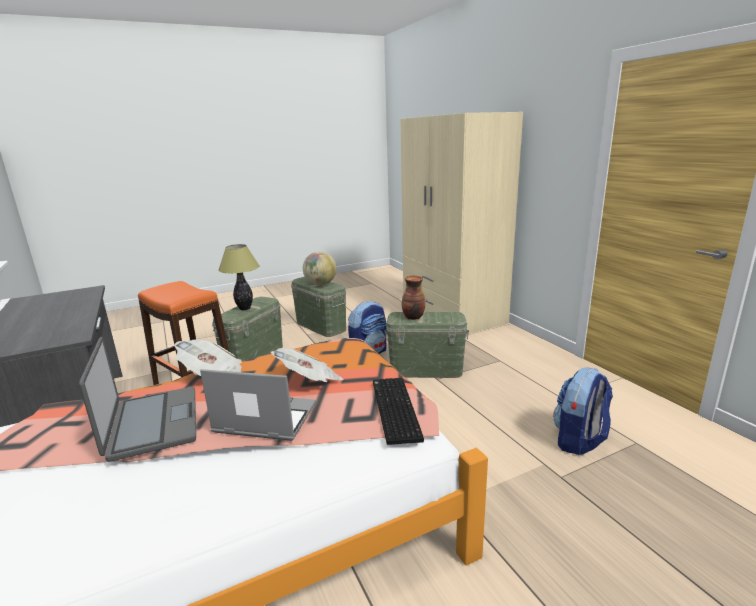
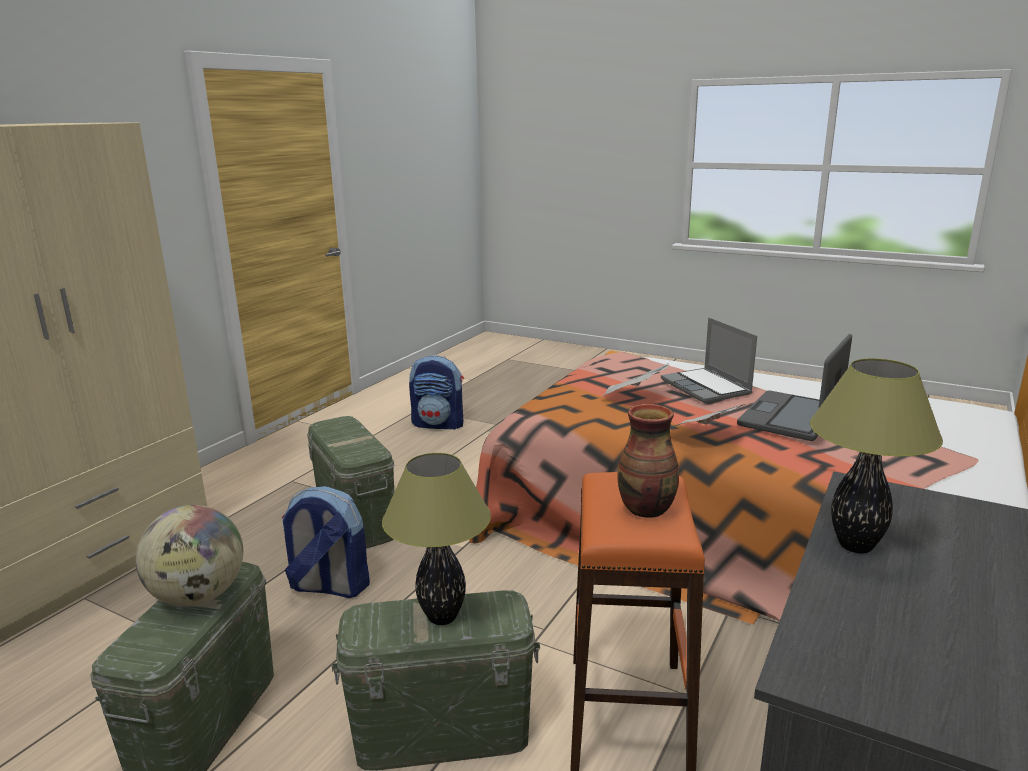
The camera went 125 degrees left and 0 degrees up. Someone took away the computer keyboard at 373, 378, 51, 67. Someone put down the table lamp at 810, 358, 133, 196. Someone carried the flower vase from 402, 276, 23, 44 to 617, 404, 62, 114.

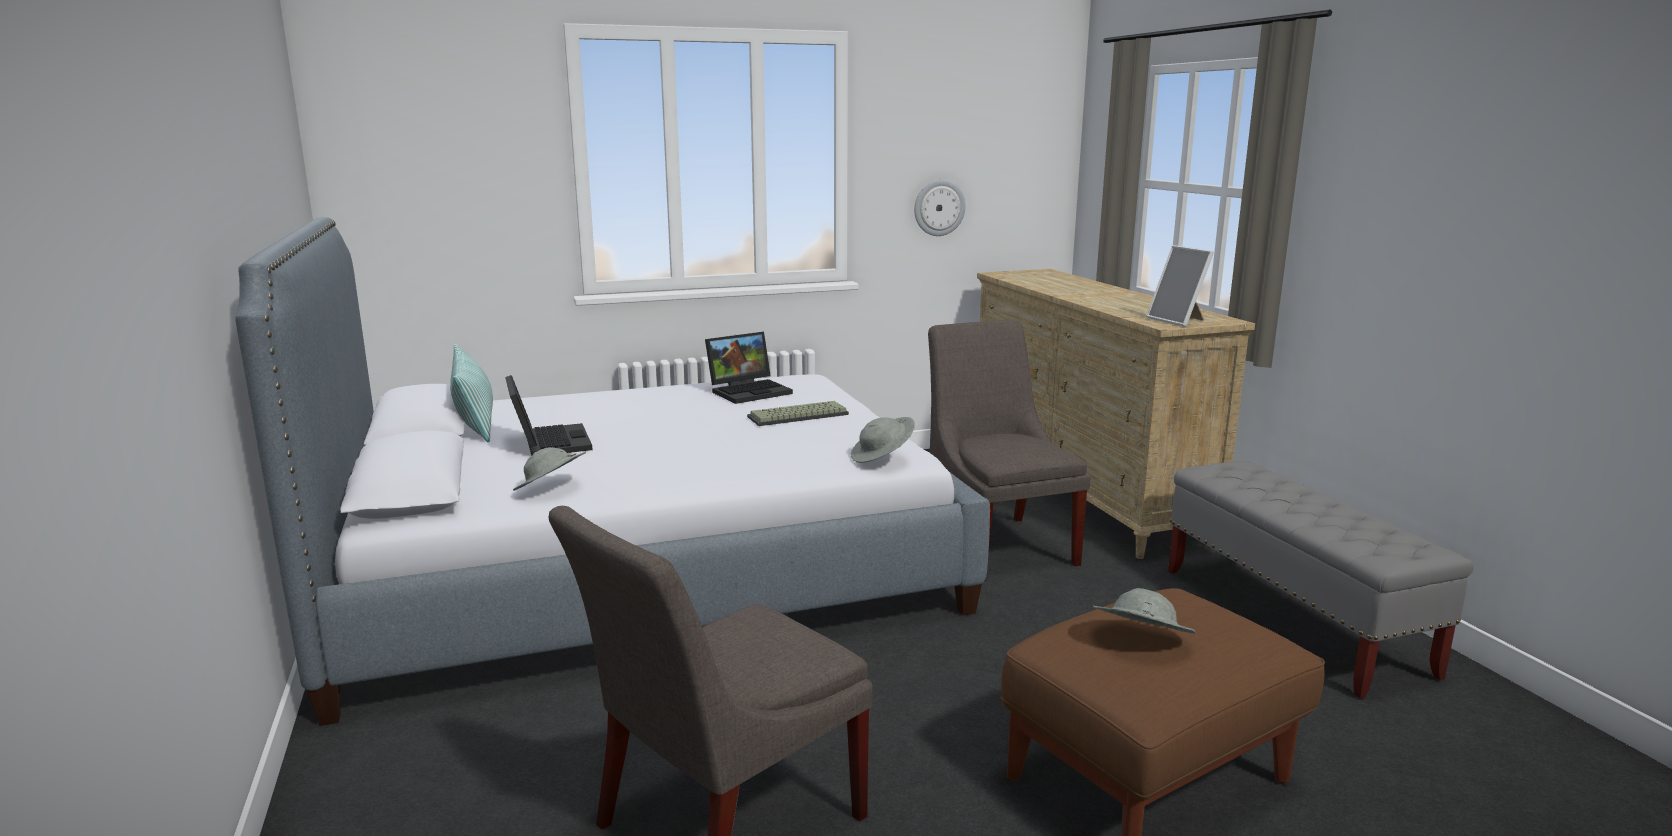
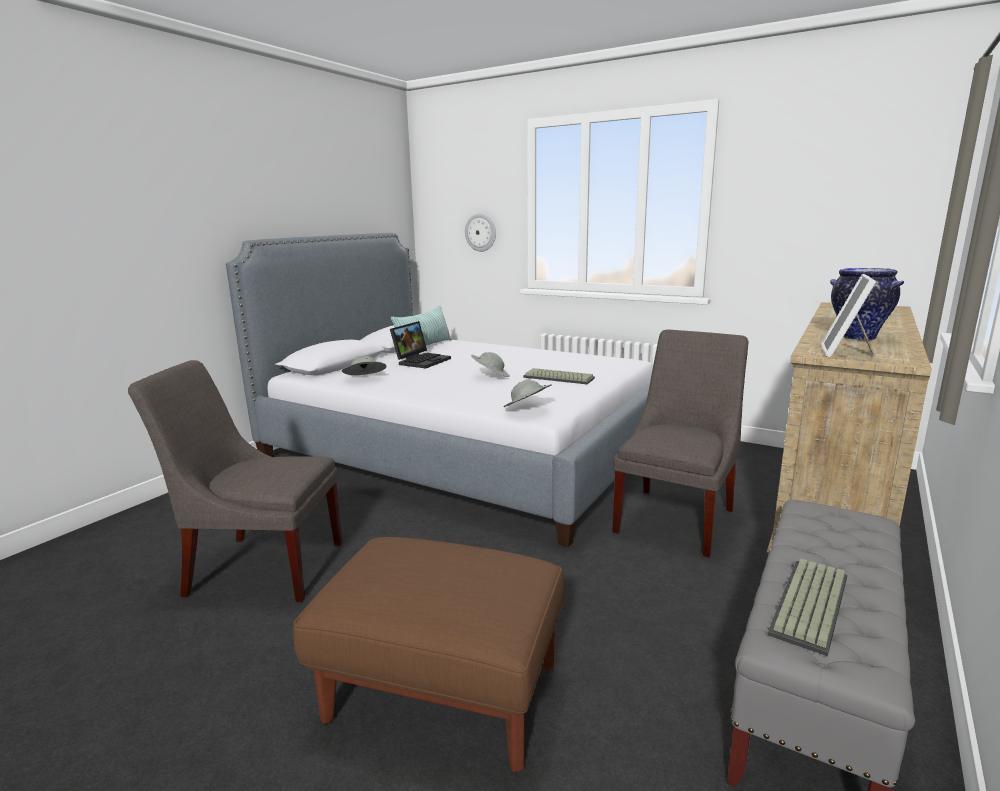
The camera went 50 degrees right and 0 degrees up. Someone took away the laptop at 705, 332, 88, 72. Someone put down the computer keyboard at 768, 559, 79, 97. Someone put down the flower vase at 830, 268, 74, 72. Someone carried the hanging clock from 914, 179, 52, 57 to 465, 214, 31, 38. Someone carried the hat (gray) from 1093, 588, 103, 46 to 471, 352, 39, 25.

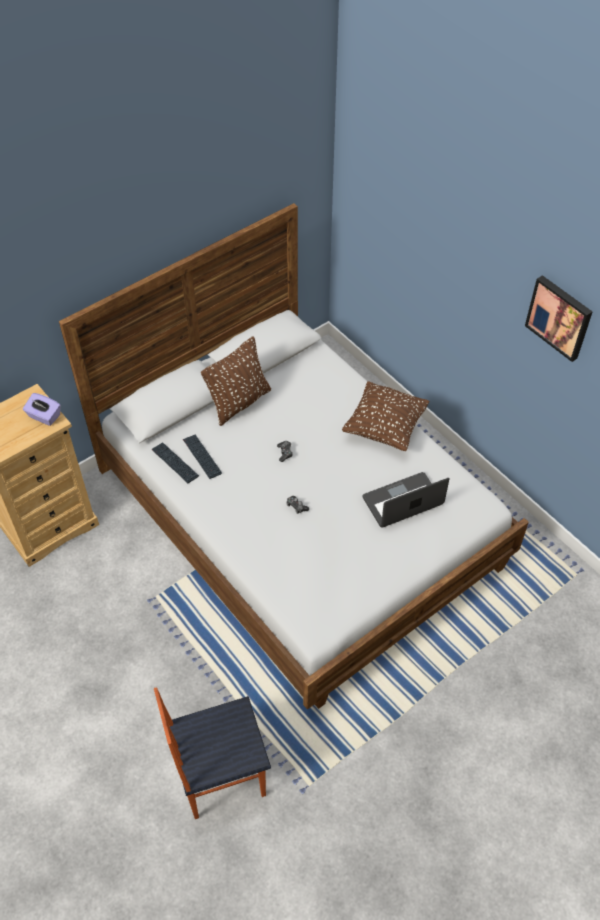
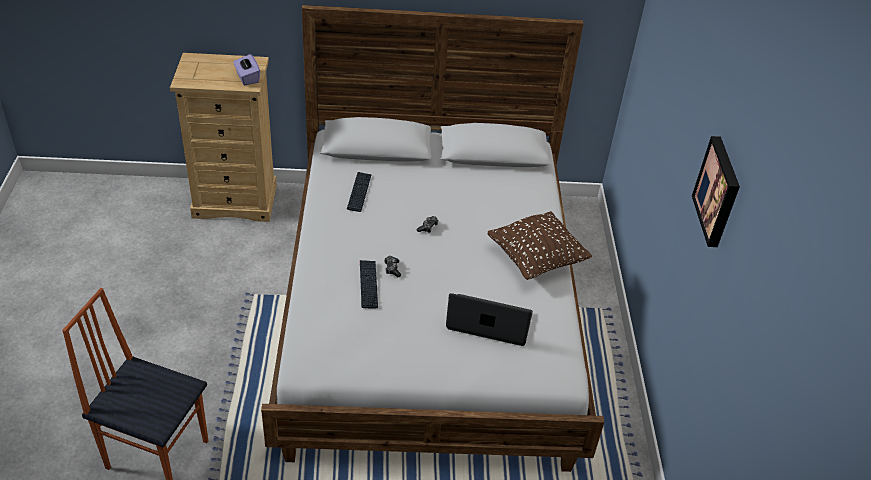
The camera went 35 degrees right and 10 degrees down. Someone took away the throw pillow (brown-coloured) at 201, 336, 70, 90. Someone carried the computer keyboard from 152, 442, 47, 41 to 360, 260, 18, 49.

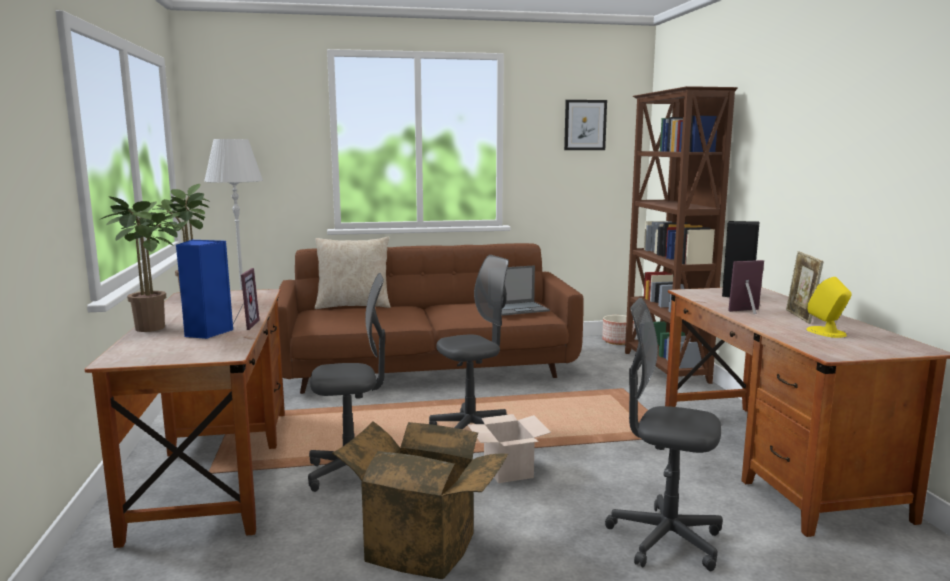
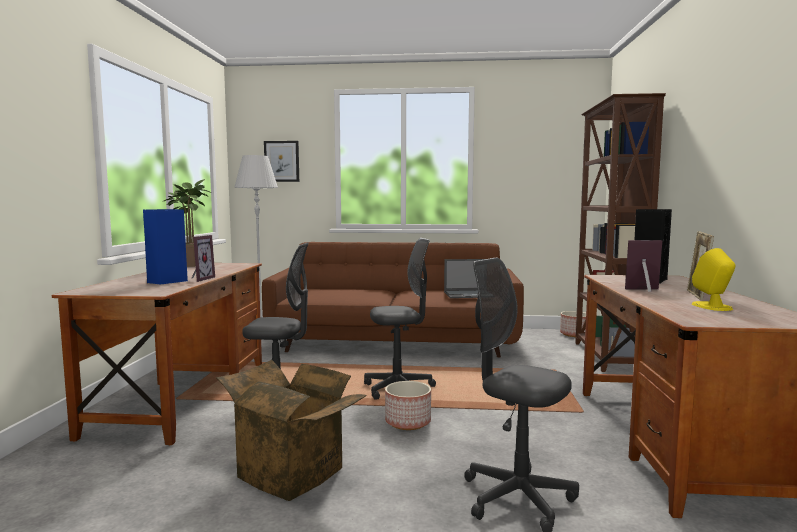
The camera went 15 degrees right and 5 degrees down. Someone took away the houseplant at 99, 196, 84, 136. Someone took away the throw pillow (sand-coloured) at 315, 237, 76, 72. Someone carried the wall picture from 564, 100, 43, 50 to 264, 141, 35, 41. Someone swapped the packing box at 467, 414, 84, 69 for the flower pot at 385, 381, 46, 49.

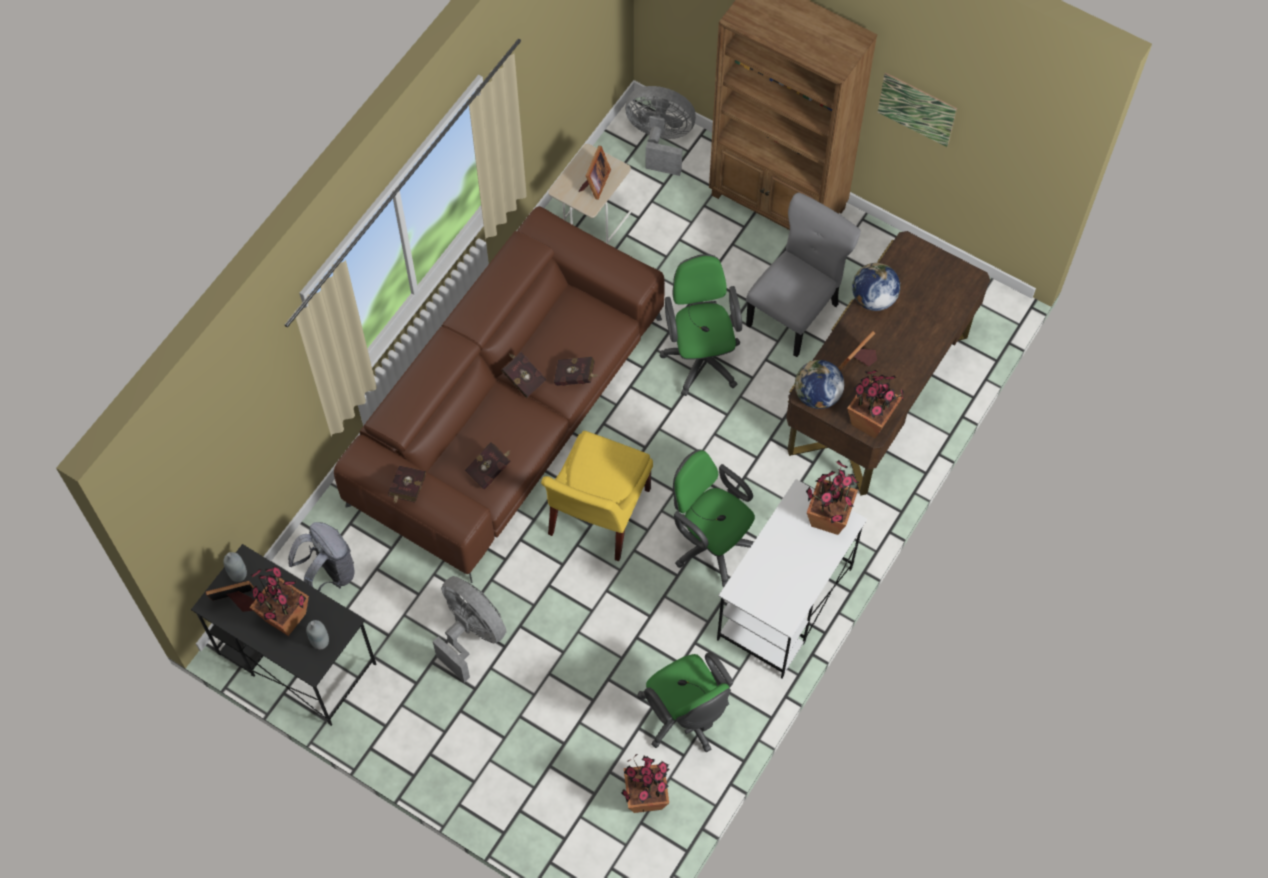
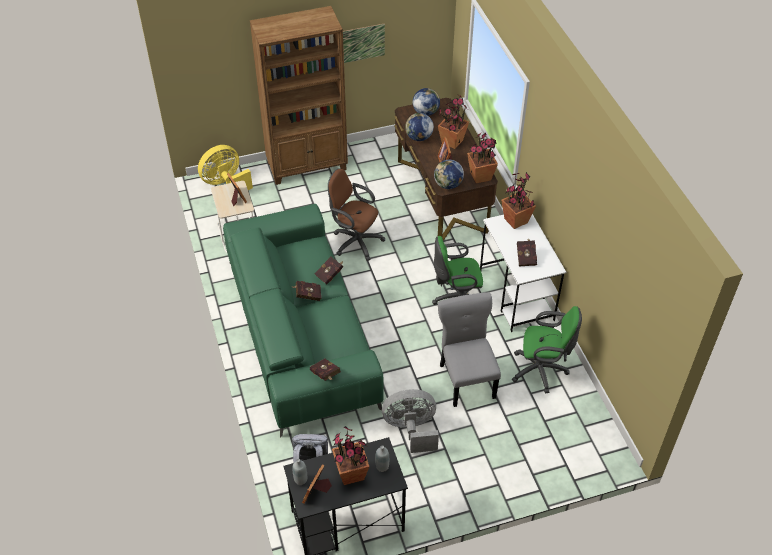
The camera went 50 degrees left and 15 degrees down. Someone took away the chair (yellow-coloured) at 541, 431, 112, 130. Someone put down the globe at 413, 88, 27, 28. Someone carried the volume (red) from 465, 442, 45, 47 to 517, 238, 20, 29. Someone carried the houseplant from 622, 754, 47, 59 to 438, 94, 31, 55. Someone carried the chair (gray) from 746, 192, 115, 165 to 438, 292, 63, 115. Someone repainted the sofa (brown-coloured) at 334, 206, 331, 377, which became the sofa (green-coloured) at 223, 204, 161, 234. Someone repainted the cooling fan (gray) at 625, 86, 71, 90, which became the cooling fan (yellow-coloured) at 198, 145, 55, 45. Someone repainted the office chair (green-coloured) at 660, 254, 82, 142, which became the office chair (brown-coloured) at 328, 168, 57, 93.

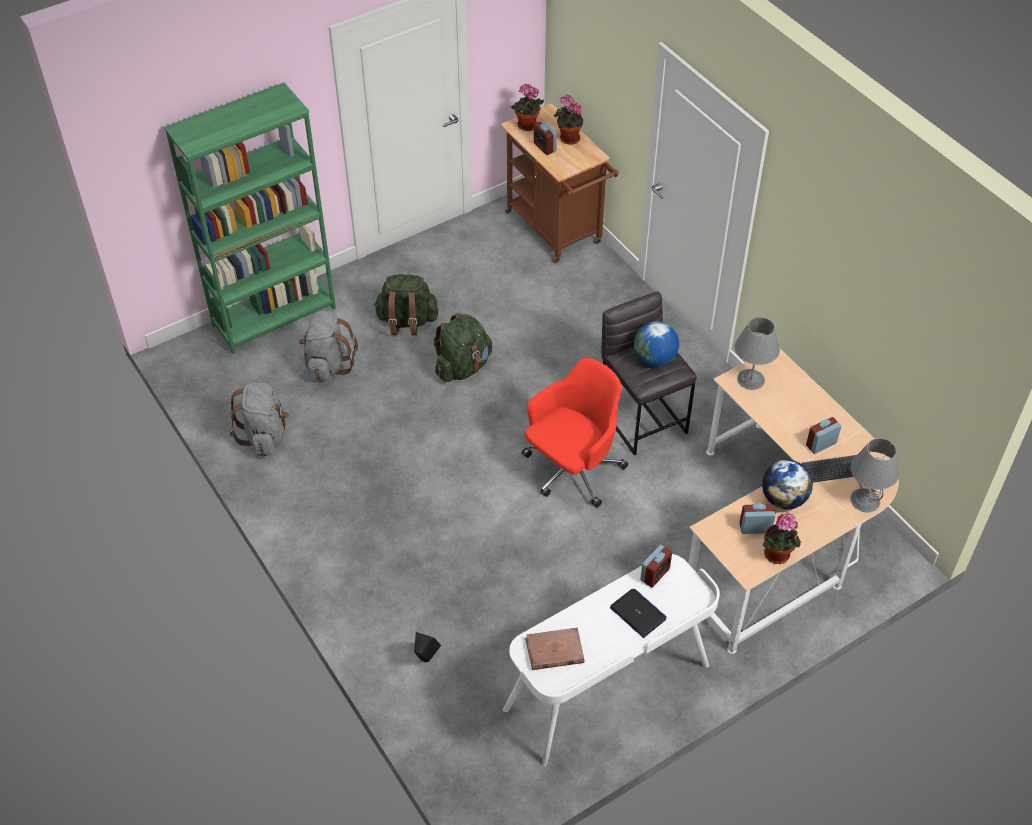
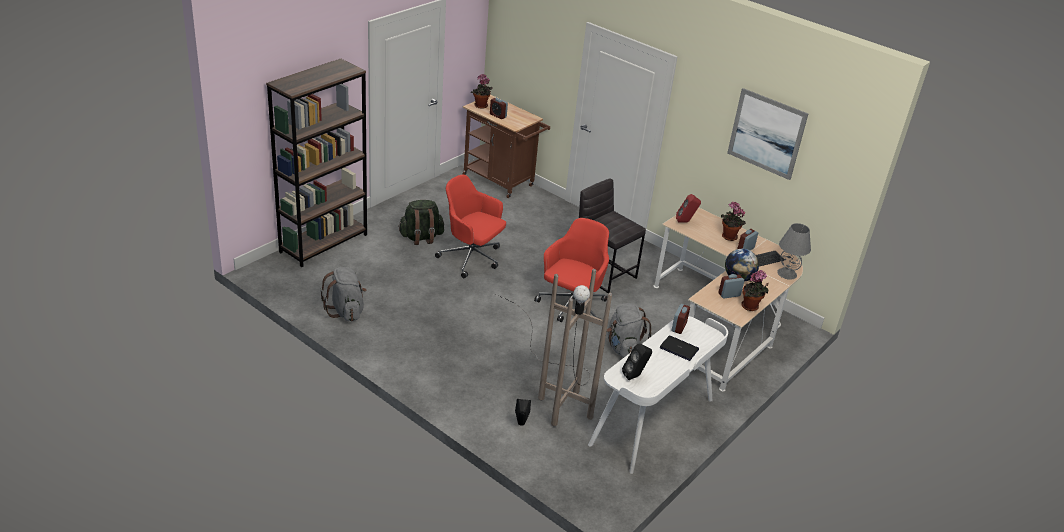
The camera went 20 degrees left and 15 degrees down. Someone took away the globe at 634, 321, 45, 45. Someone put down the floor lamp (brown-coloured) at 494, 269, 118, 158. Someone put up the wall picture at 727, 88, 81, 92. Someone carried the rucksack (gray) from 299, 311, 59, 70 to 607, 303, 45, 55. Someone carried the houseplant from 554, 95, 29, 50 to 721, 201, 25, 40. Someone swapped the rucksack (green-coloured) at 433, 313, 59, 69 for the office chair (red) at 435, 175, 71, 103. Someone swapped the volume (brown-coloured) at 525, 628, 59, 42 for the loudspeaker (blackish) at 622, 343, 30, 37. Someone swapped the table lamp (gray) at 735, 317, 45, 73 for the loudspeaker (red) at 676, 194, 25, 28. Someone repainted the shelving unit (green-coloured) at 164, 83, 172, 271, which became the shelving unit (brown-coloured) at 266, 59, 101, 208.

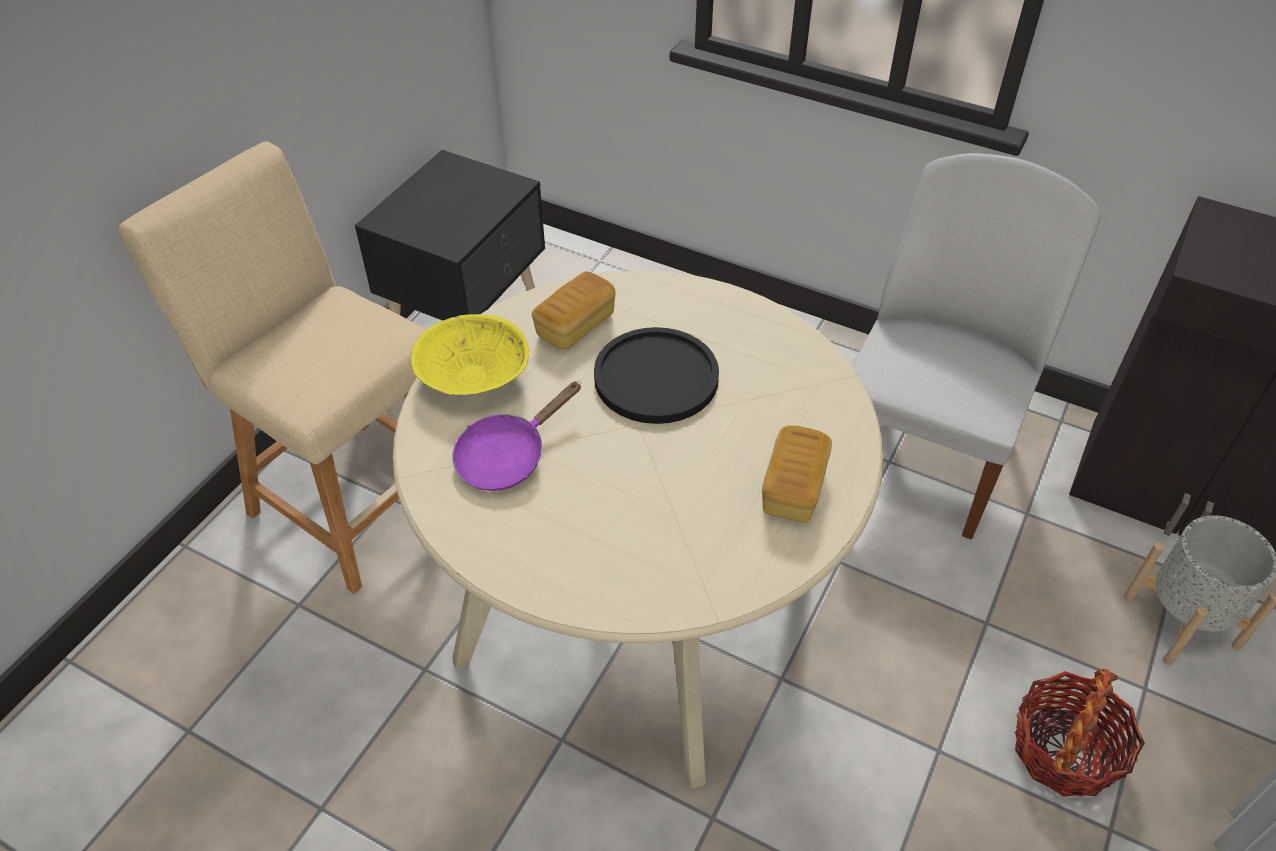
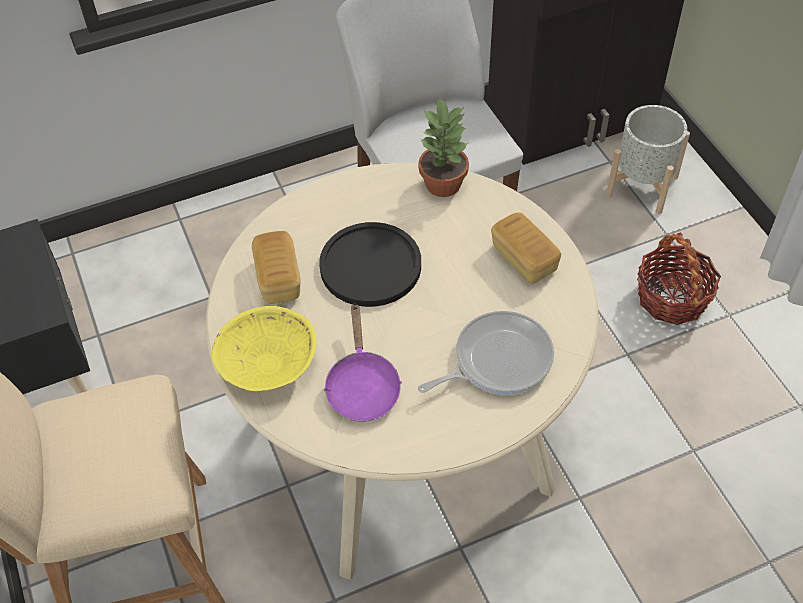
The camera went 50 degrees left and 5 degrees up. Someone put down the houseplant at 418, 98, 51, 99. Someone put down the skillet at 418, 311, 136, 84.

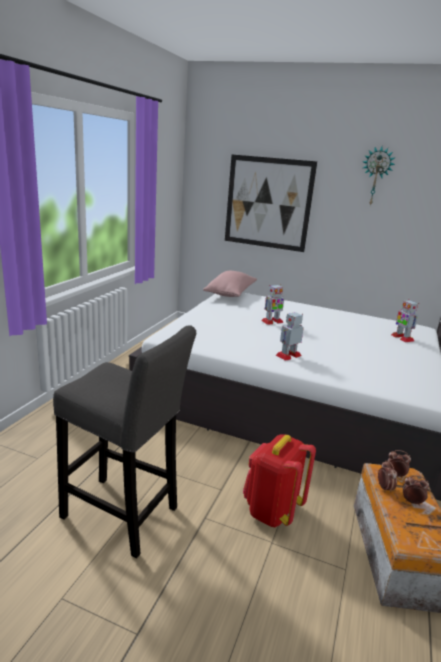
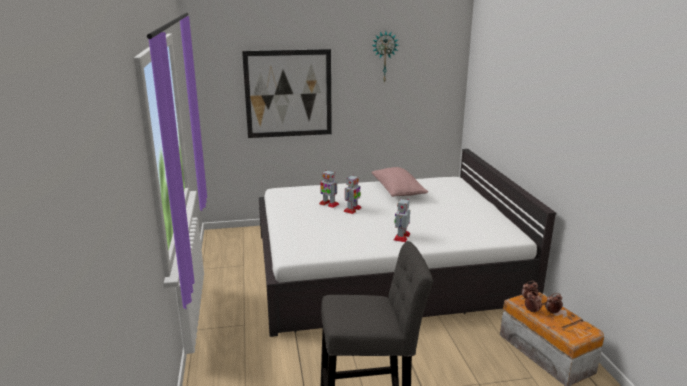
The camera went 30 degrees left and 0 degrees up. Someone took away the rucksack (red) at 243, 434, 73, 93. Someone carried the throw pillow (pink) from 203, 271, 54, 26 to 372, 167, 56, 30. Someone carried the model robot from 391, 299, 28, 43 to 319, 170, 20, 38.

